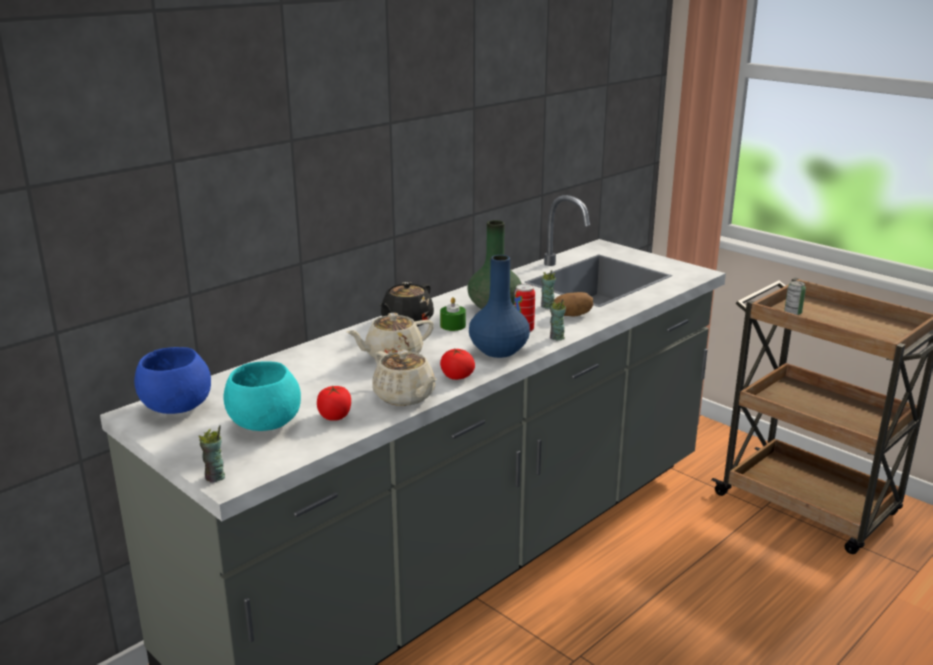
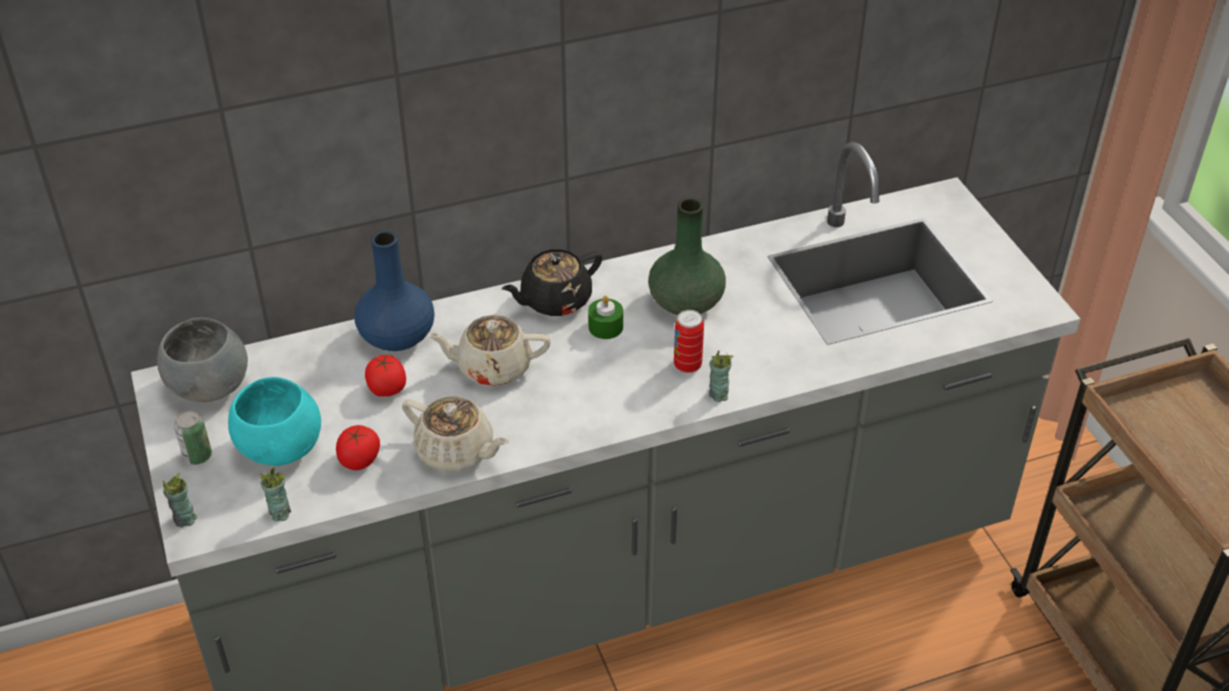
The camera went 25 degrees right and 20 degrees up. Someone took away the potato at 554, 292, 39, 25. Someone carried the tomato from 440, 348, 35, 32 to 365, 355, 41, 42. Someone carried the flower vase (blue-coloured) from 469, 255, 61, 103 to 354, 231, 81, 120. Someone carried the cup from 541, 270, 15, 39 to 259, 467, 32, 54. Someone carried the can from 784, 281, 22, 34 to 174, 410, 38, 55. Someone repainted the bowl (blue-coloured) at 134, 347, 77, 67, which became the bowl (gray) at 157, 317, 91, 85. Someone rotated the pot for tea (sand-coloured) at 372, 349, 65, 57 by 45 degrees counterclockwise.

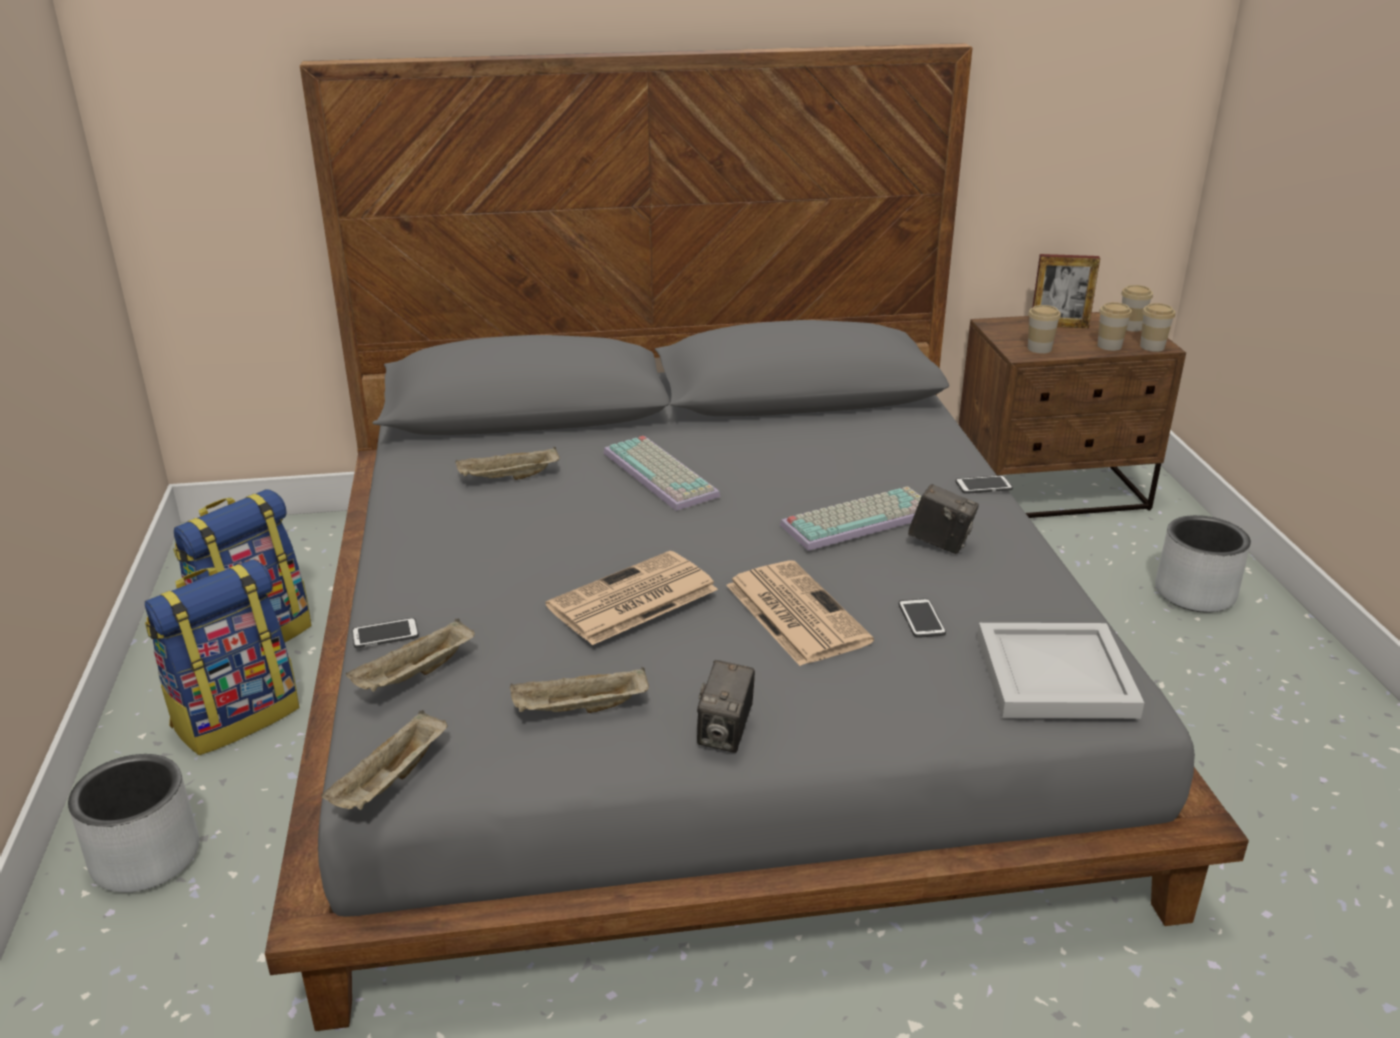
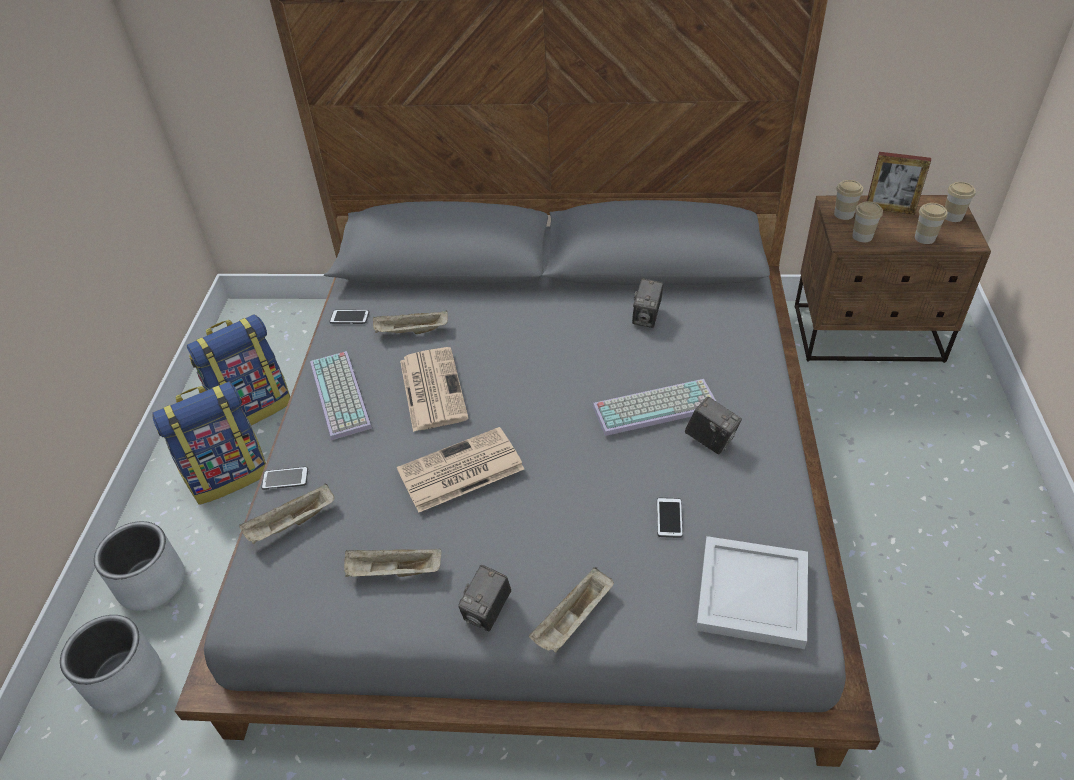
The camera went 15 degrees right and 15 degrees up. Someone put down the photo camera at 632, 278, 32, 50. Someone carried the tray (sand-coloured) from 321, 710, 127, 100 to 529, 567, 85, 86. Someone carried the computer keyboard from 603, 436, 118, 75 to 310, 351, 62, 89. Someone carried the daily paper from 726, 560, 148, 106 to 400, 347, 69, 85. Someone carried the phone from 956, 475, 57, 19 to 330, 310, 39, 14. Someone carried the cup from 1140, 303, 35, 49 to 834, 180, 29, 40. Someone carried the flower pot (gray) from 1155, 515, 96, 98 to 60, 615, 101, 99.

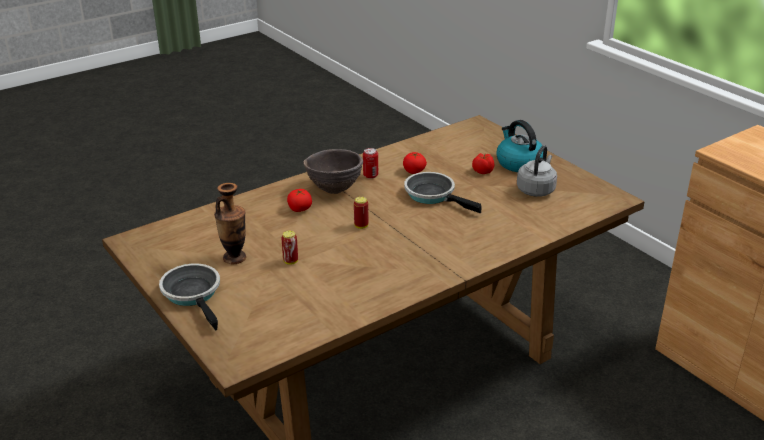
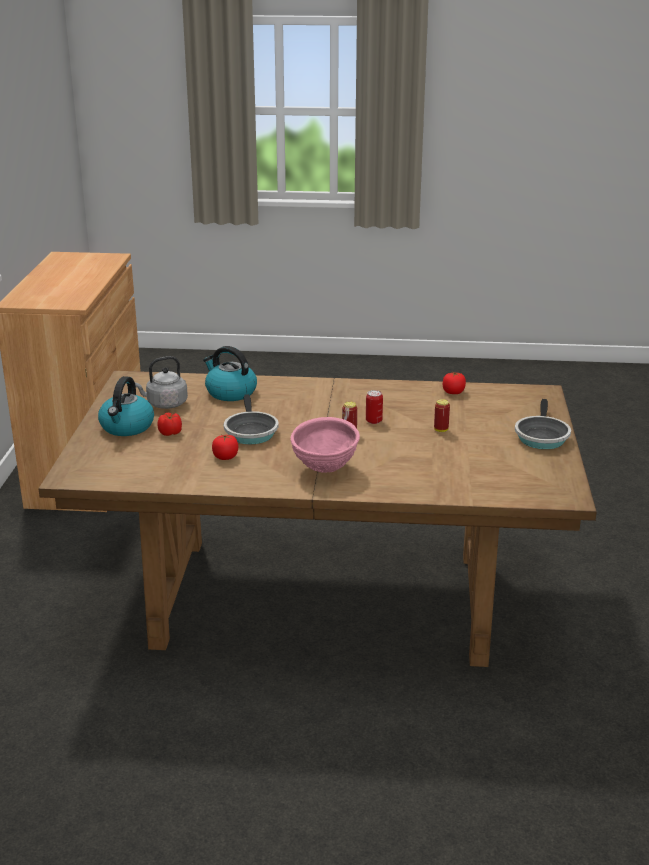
The camera went 140 degrees left and 5 degrees down. Someone took away the flower vase at 214, 183, 32, 81. Someone put down the water kettle at 203, 346, 54, 55. Someone carried the tomato from 287, 189, 25, 23 to 443, 372, 23, 22. Someone carried the can from 363, 148, 15, 31 to 366, 390, 17, 34. Someone repainted the bowl (brown-coloured) at 303, 149, 60, 45, which became the bowl (pink) at 290, 417, 70, 56.

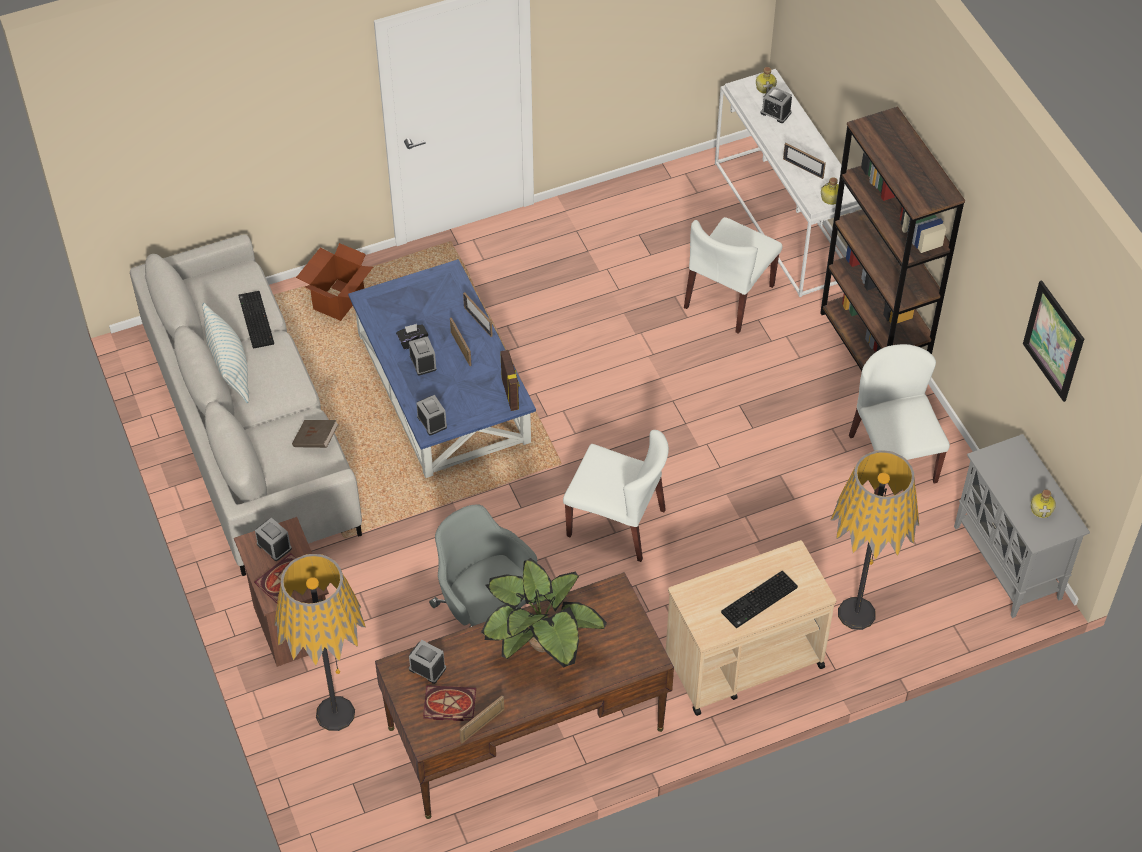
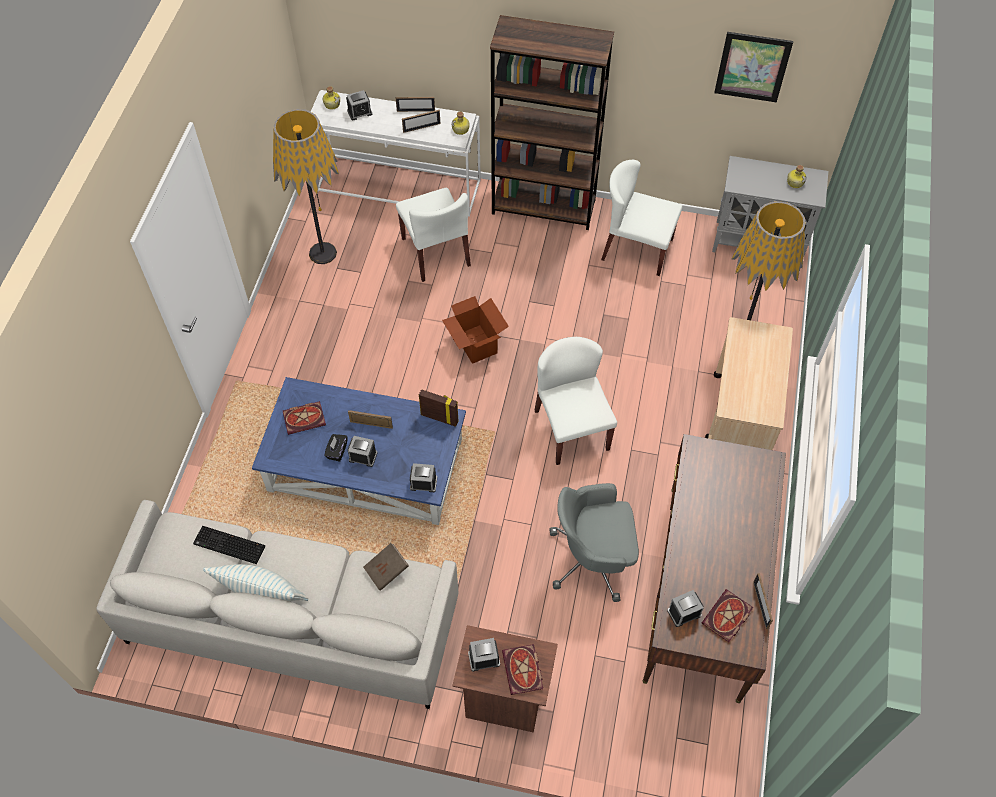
The camera went 55 degrees left and 5 degrees up. Someone took away the houseplant at 481, 558, 126, 109. Someone took away the computer keyboard at 721, 571, 77, 57. Someone put down the volume at 283, 401, 43, 34. Someone carried the floor lamp from 274, 554, 92, 177 to 273, 109, 66, 155. Someone carried the packing box from 296, 243, 77, 78 to 442, 296, 67, 68. Someone carried the photo frame from 463, 292, 30, 45 to 396, 97, 39, 15. Someone rotated the chair (whitish) at 563, 430, 106, 132 by 75 degrees counterclockwise.

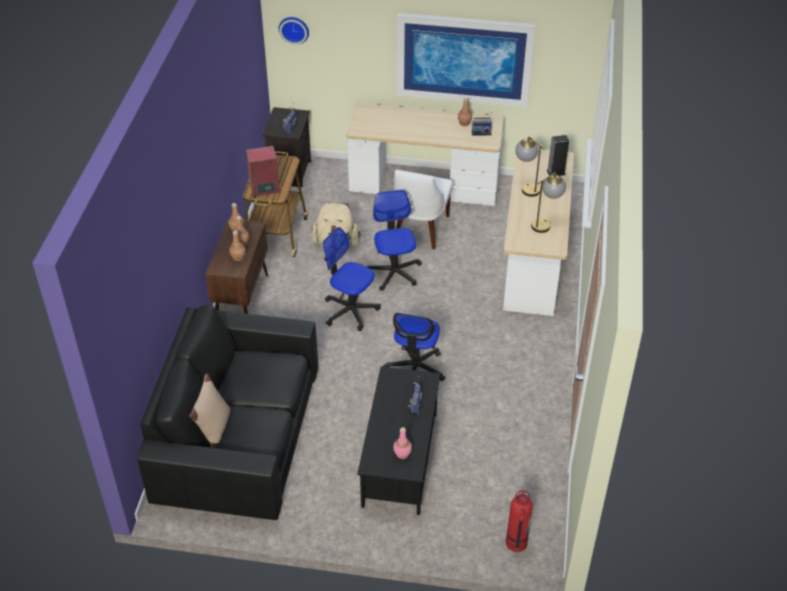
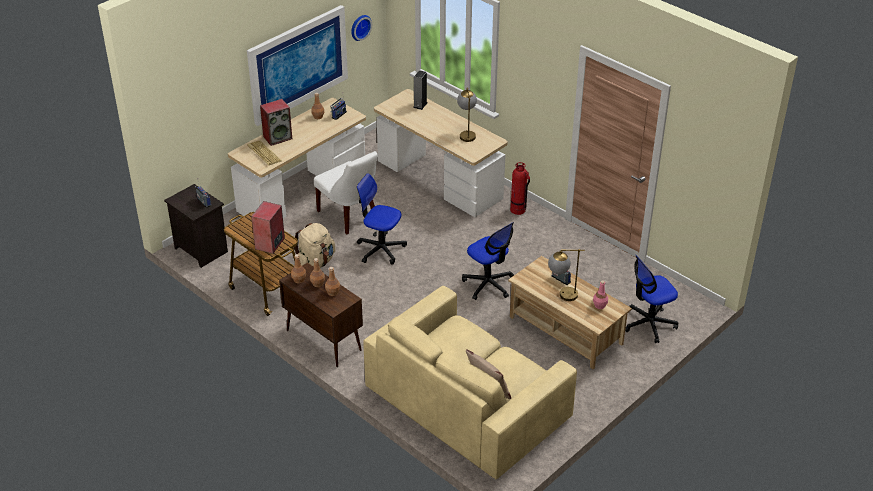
The camera went 55 degrees left and 5 degrees down. Someone put down the computer keyboard at 247, 140, 35, 25. Someone put down the loudspeaker at 260, 99, 32, 47. Someone carried the hanging clock from 279, 17, 30, 28 to 351, 15, 21, 26. Someone carried the office chair from 323, 227, 58, 104 to 625, 255, 53, 88. Someone carried the fire extinguisher from 506, 491, 27, 61 to 510, 162, 20, 53. Someone carried the table lamp from 515, 136, 30, 61 to 548, 249, 37, 52. Someone repainted the sofa (blackish) at 137, 305, 181, 215, which became the sofa (sand-coloured) at 363, 286, 214, 193. Someone repainted the low table (blackish) at 357, 366, 83, 149, which became the low table (sand-coloured) at 508, 256, 124, 113.

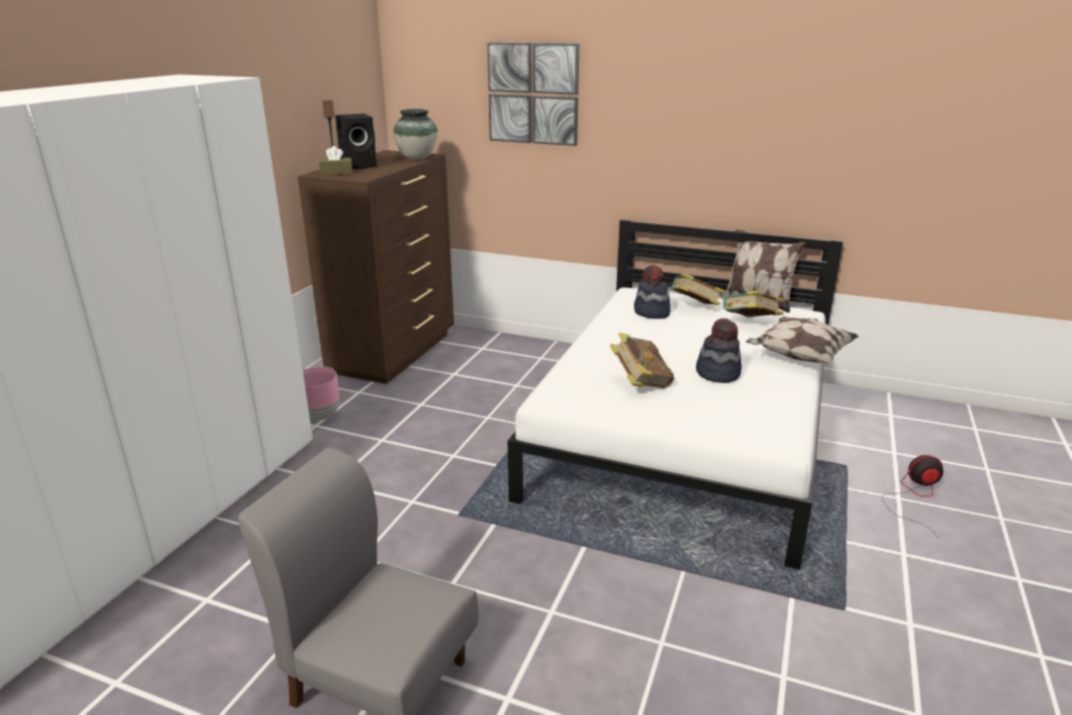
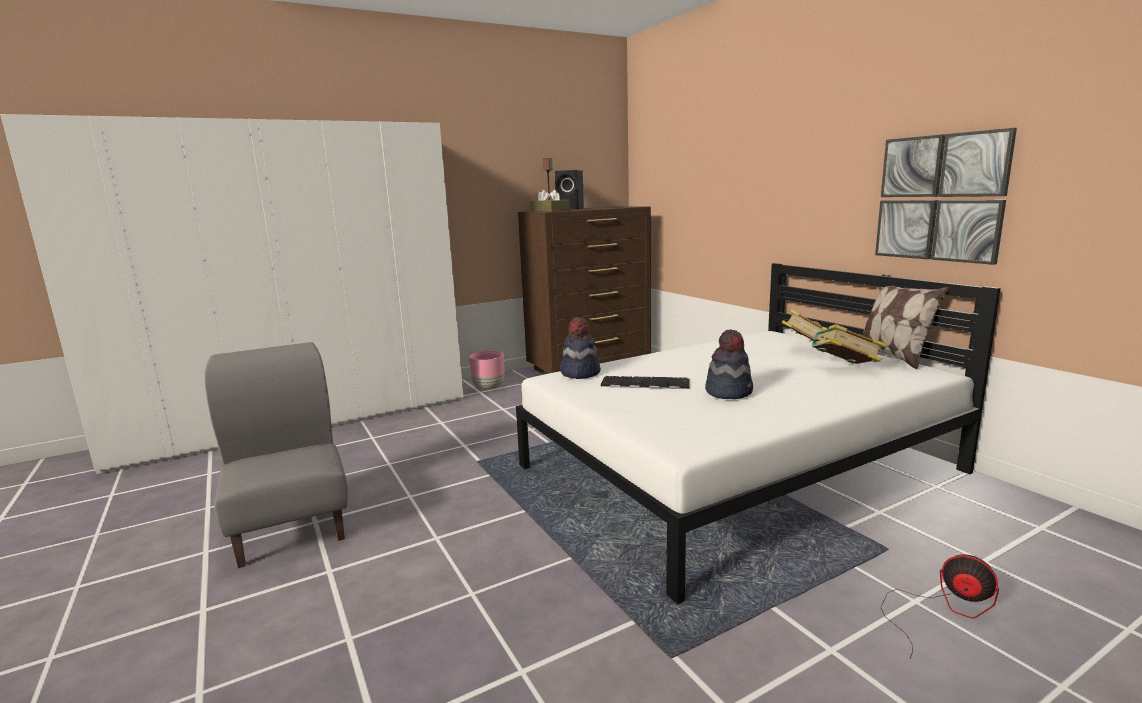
The camera went 40 degrees right and 10 degrees down. Someone took away the flower vase at 394, 109, 44, 51. Someone took away the throw pillow at 746, 317, 113, 47. Someone put down the box of tissues (brown-coloured) at 543, 190, 26, 22. Someone carried the wall picture from 487, 42, 93, 104 to 875, 128, 142, 137. Someone carried the hat from 634, 265, 36, 54 to 560, 317, 41, 62. Someone swapped the volume at 610, 333, 64, 55 for the computer keyboard at 601, 376, 89, 13.

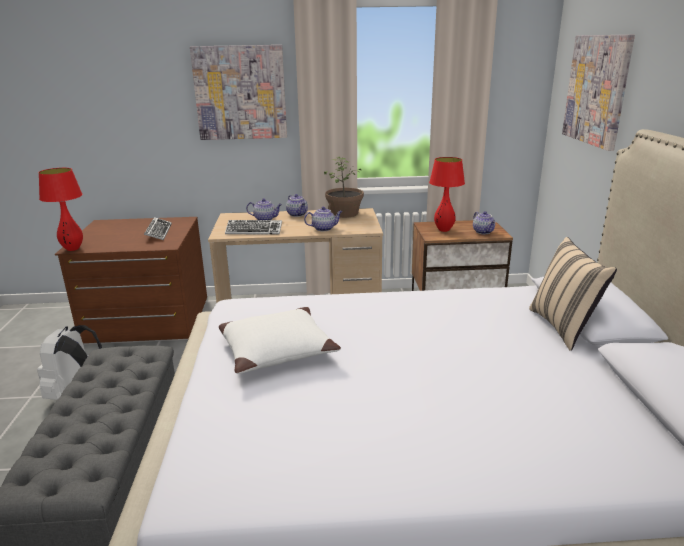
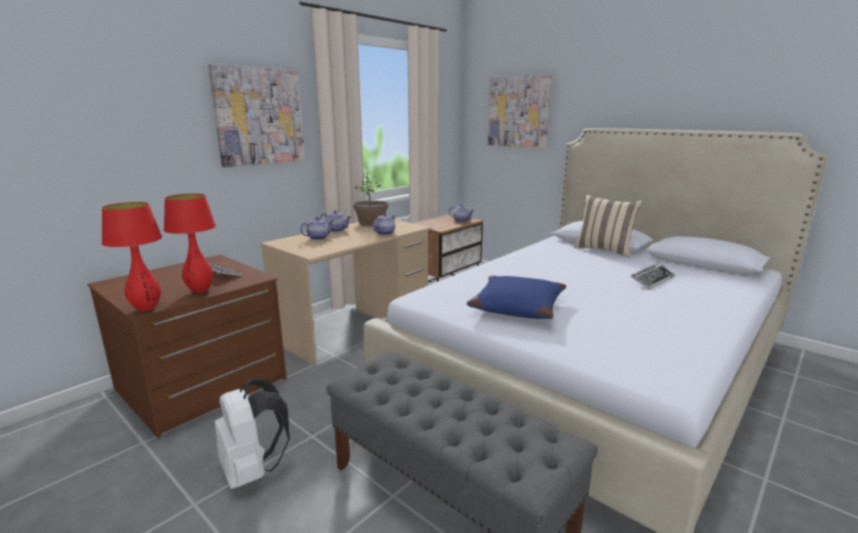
The camera went 45 degrees left and 5 degrees down. Someone carried the computer keyboard from 225, 220, 57, 15 to 630, 263, 46, 26. Someone carried the table lamp (red) from 429, 157, 36, 75 to 164, 194, 52, 99. Someone repainted the throw pillow (whitish) at 219, 307, 122, 67, which became the throw pillow (blue-coloured) at 467, 275, 99, 44.

